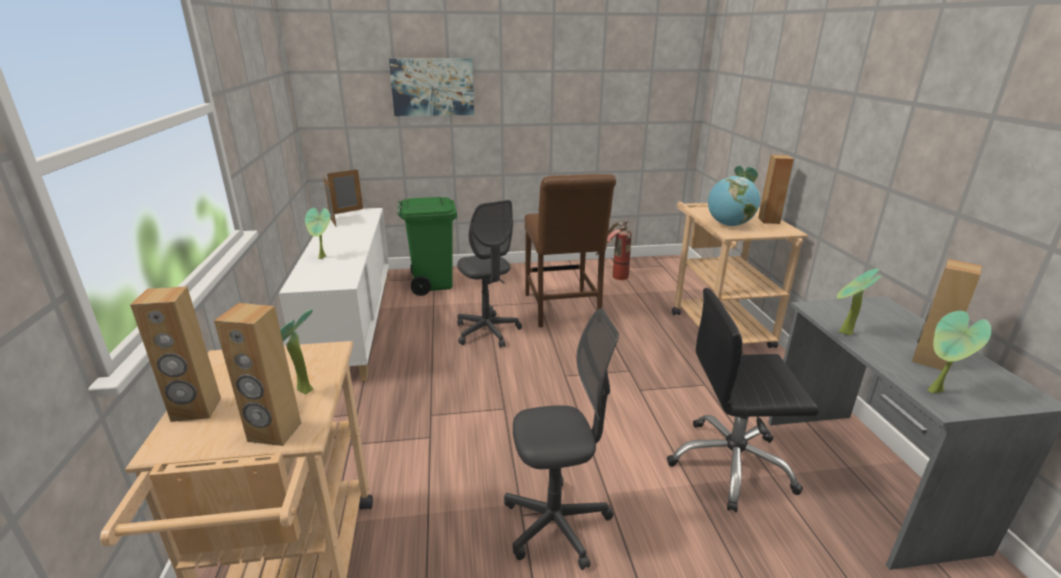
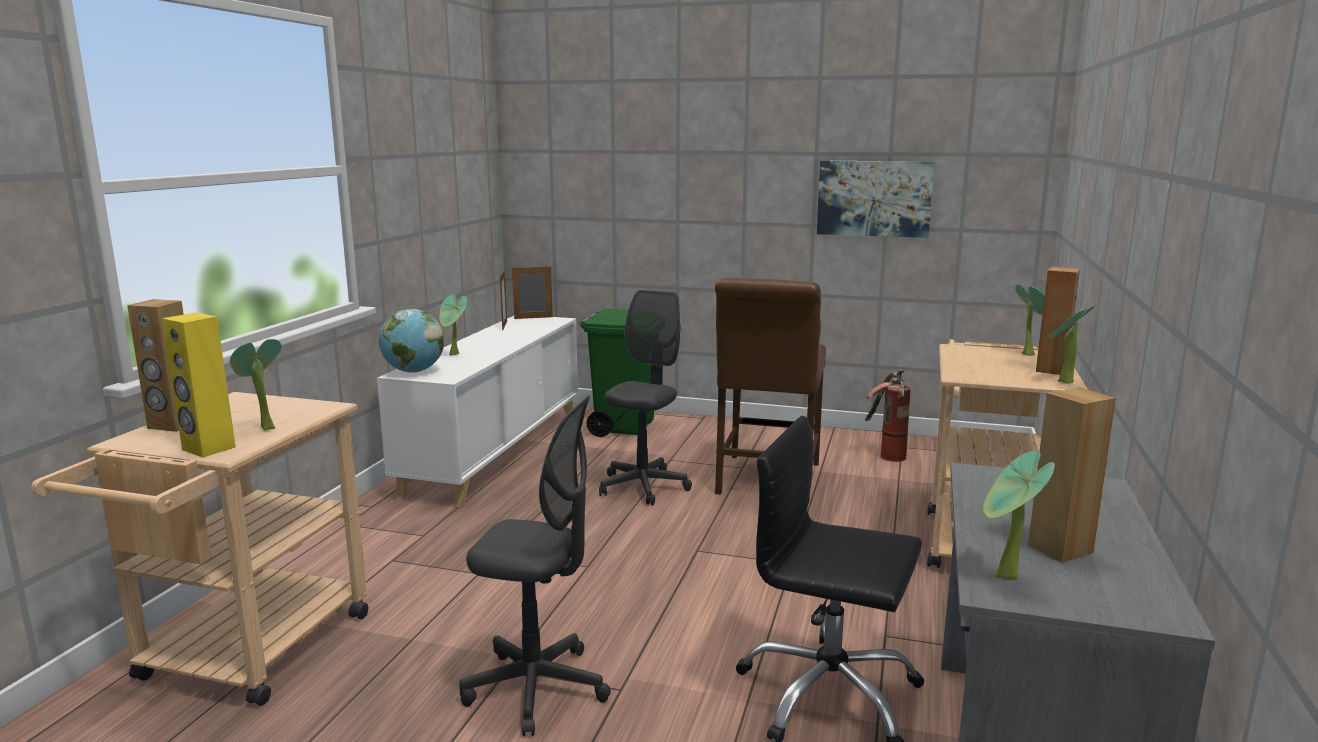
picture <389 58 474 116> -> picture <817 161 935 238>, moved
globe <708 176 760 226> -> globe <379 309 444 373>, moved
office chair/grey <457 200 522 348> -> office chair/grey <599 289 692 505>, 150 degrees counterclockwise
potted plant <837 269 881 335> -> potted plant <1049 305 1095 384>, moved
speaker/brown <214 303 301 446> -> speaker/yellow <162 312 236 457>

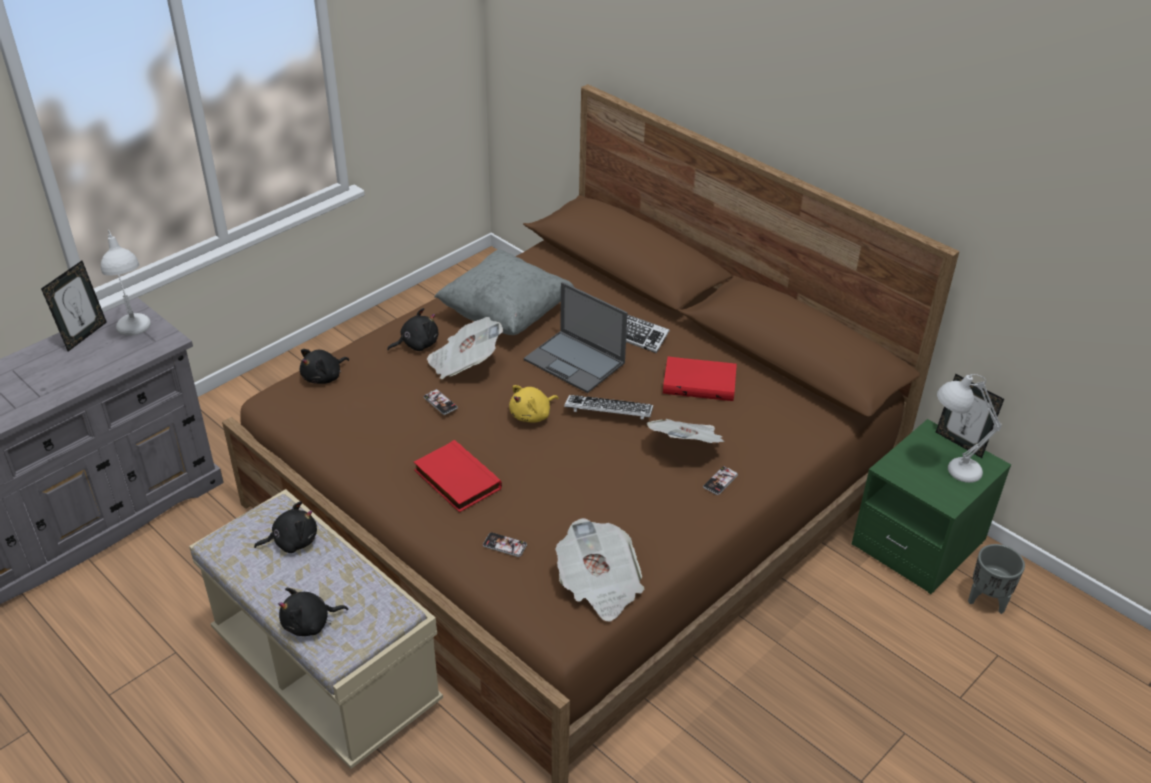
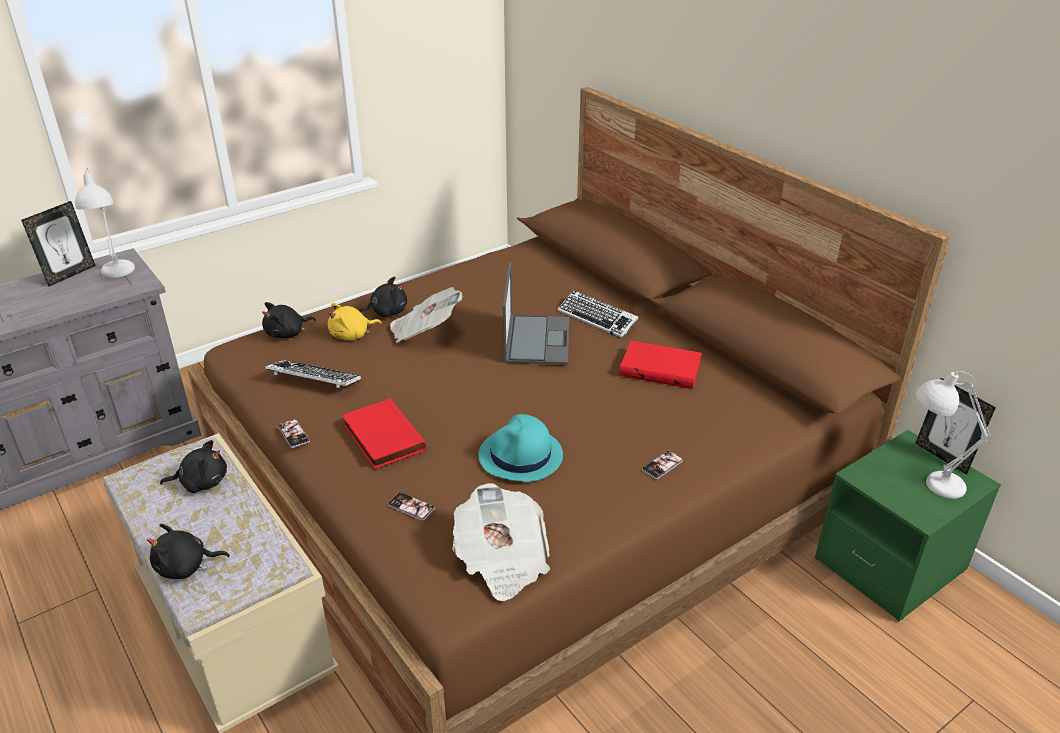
pillow/grey <434 250 574 335> -> none
laptop <524 282 628 393> -> laptop <503 263 569 365>, 135 degrees counterclockwise
plush toy/yellow <509 385 558 423> -> plush toy/yellow <328 303 382 340>, moved
phone <424 389 458 415> -> phone <278 419 310 448>, moved
keyboard <564 395 653 420> -> keyboard <265 360 361 388>, moved
newspaper <647 419 725 443> -> none
planter/grey <968 544 1025 614> -> none
none -> hat/turquoise <478 414 563 482>

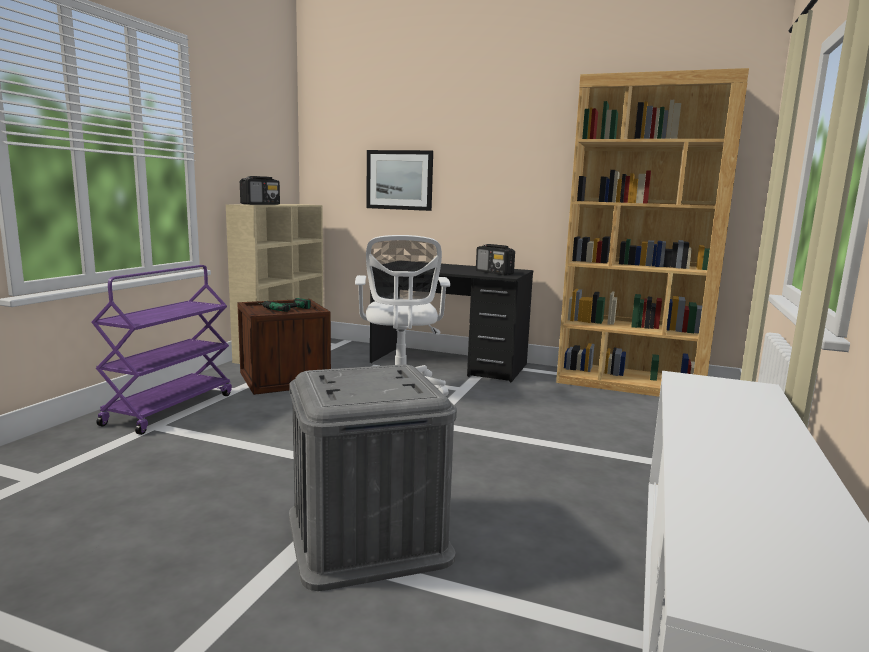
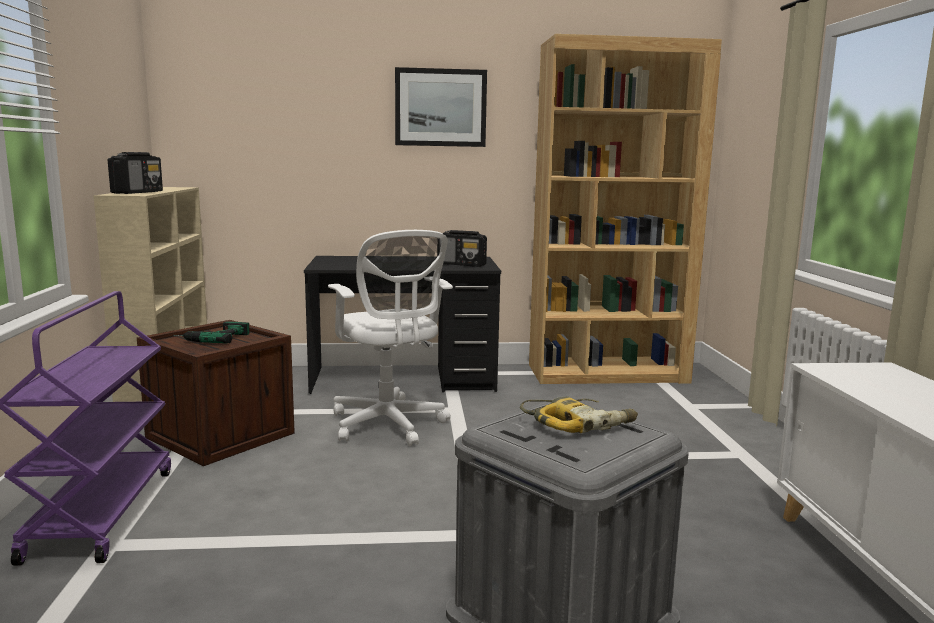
picture <366 150 433 211> -> picture <395 67 487 147>, moved
none -> power drill <520 396 638 433>

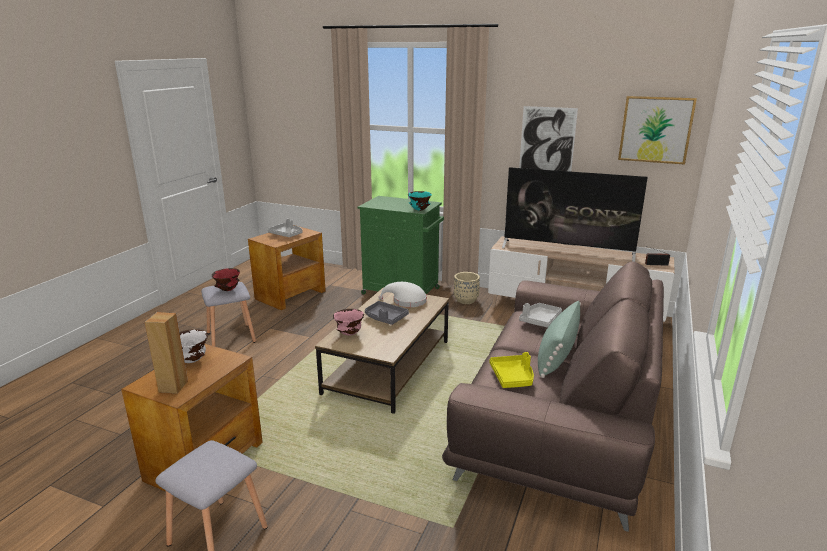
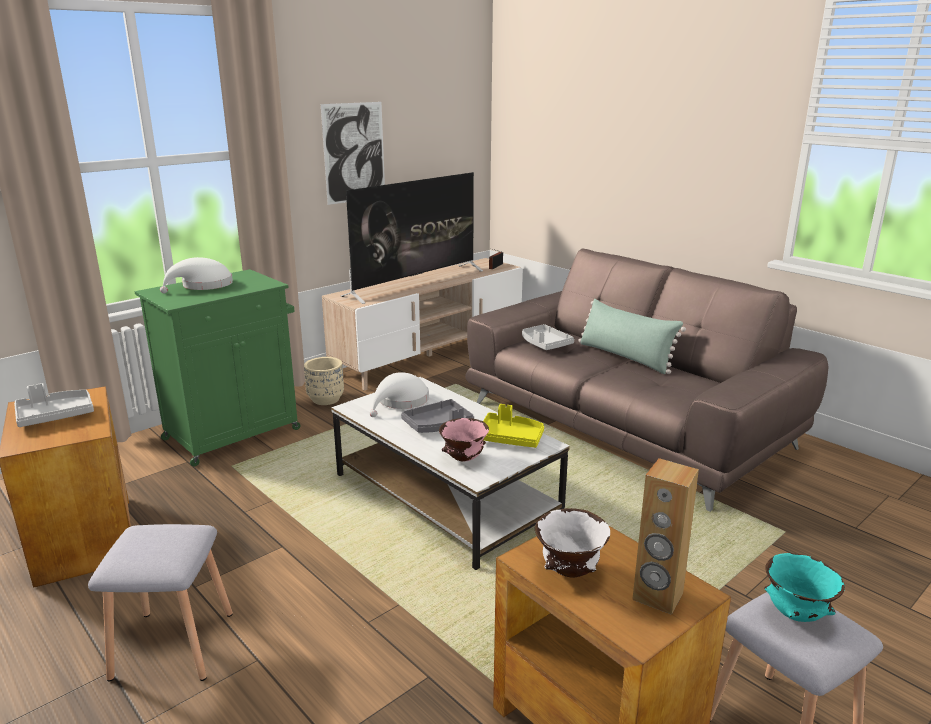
picture <618 96 697 165> -> none
bowl/turquoise <408 191 432 211> -> bowl/turquoise <765 553 845 622>, moved
bowl/red <212 268 240 291> -> none
coffee table/brown <315 287 449 414> -> coffee table/white <331 377 570 570>
tray/yellow <489 352 534 388> -> tray/yellow <483 404 544 448>, moved
none -> hat/white <160 257 233 293>

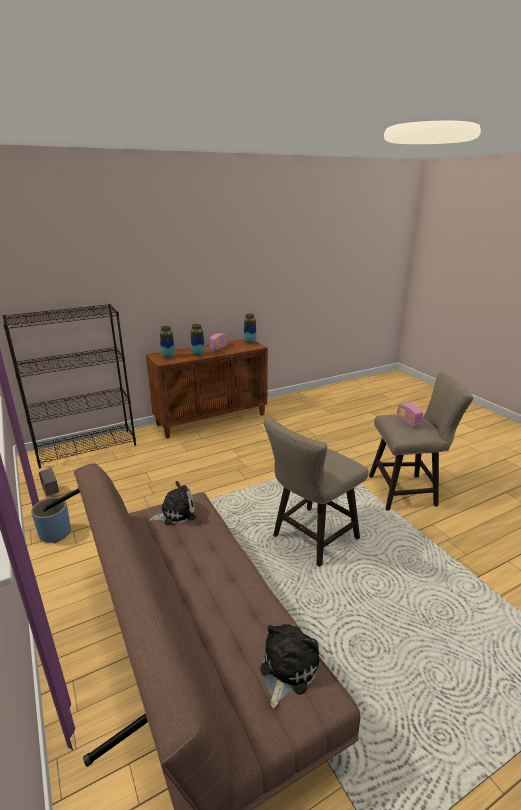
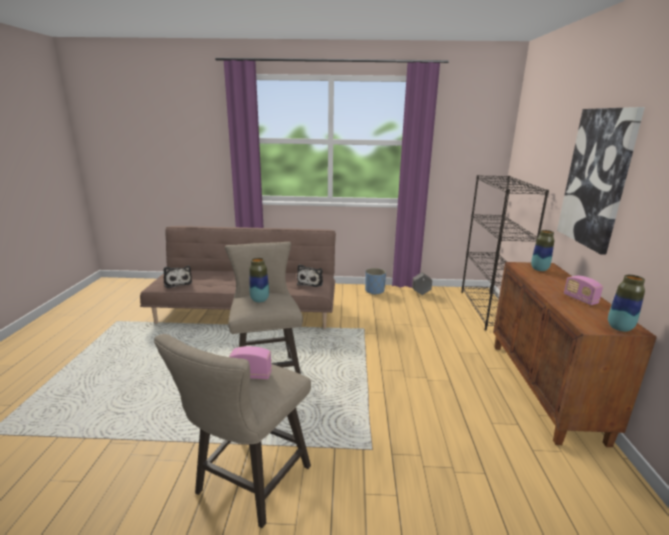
vase <191 324 205 356> -> vase <249 258 269 303>, moved
none -> picture <557 107 645 255>

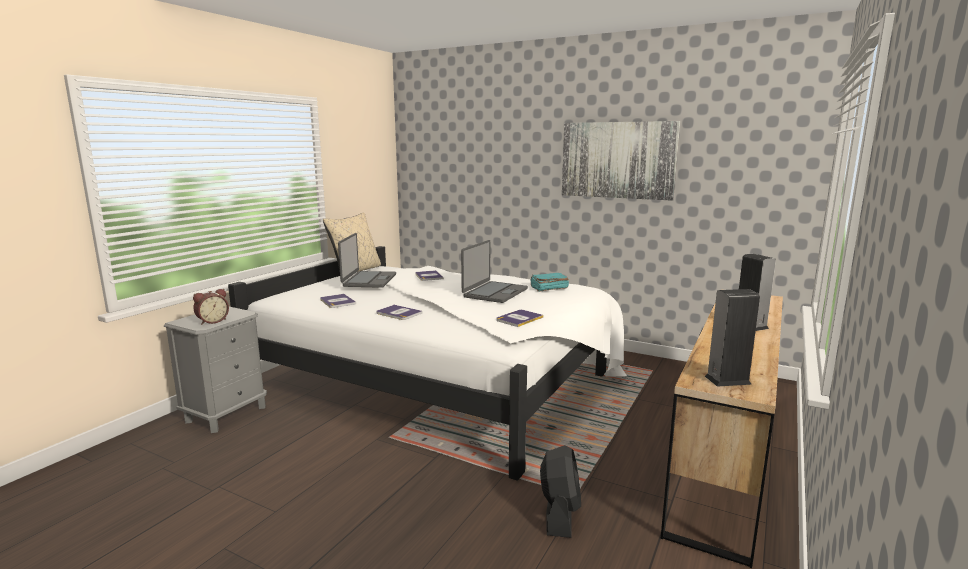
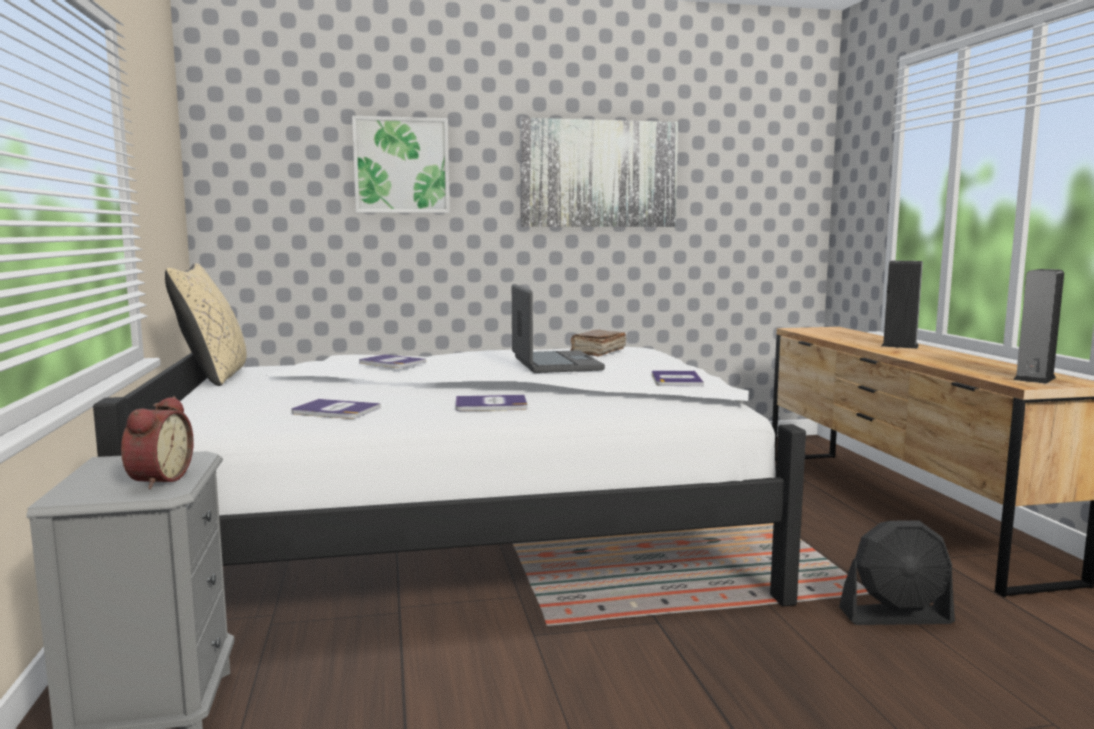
laptop <338 233 396 288> -> none
book/turquoise <530 273 569 292> -> book/brown <570 330 627 356>
fan/black <540 445 581 538> -> fan/black <839 520 955 625>, 120 degrees clockwise
none -> picture <352 116 450 213>

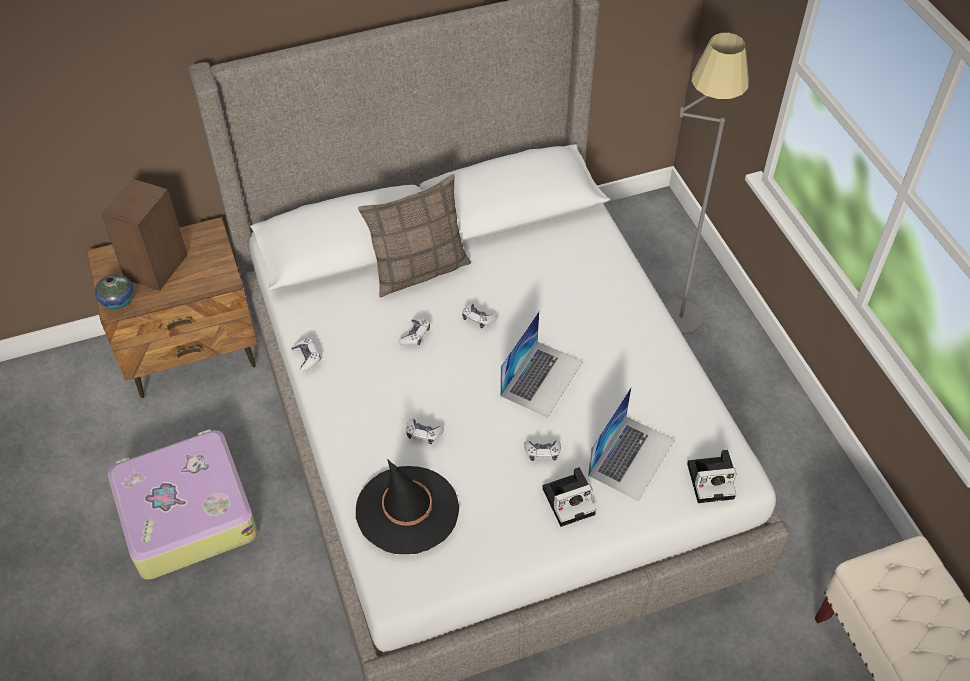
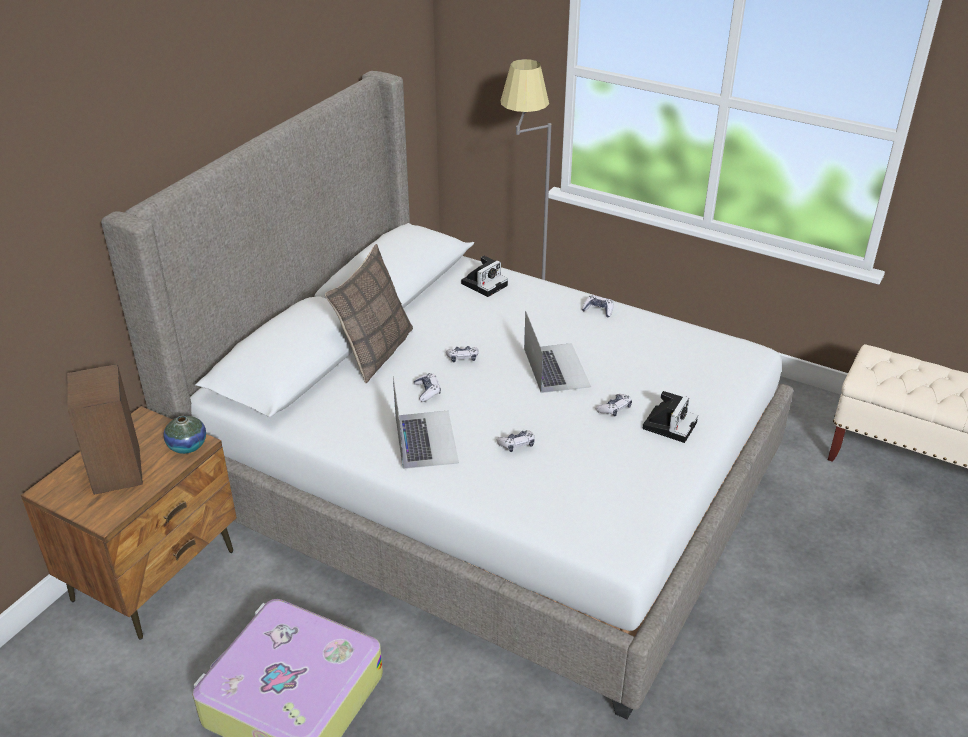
vase <95 274 134 310> -> vase <164 416 206 454>, moved
game controller <291 338 321 372> -> game controller <581 295 614 318>, moved
laptop <588 387 675 501> -> laptop <393 376 459 469>, moved
photo camera <687 450 737 503> -> photo camera <461 256 508 297>, moved
hat/black <356 459 459 554> -> none

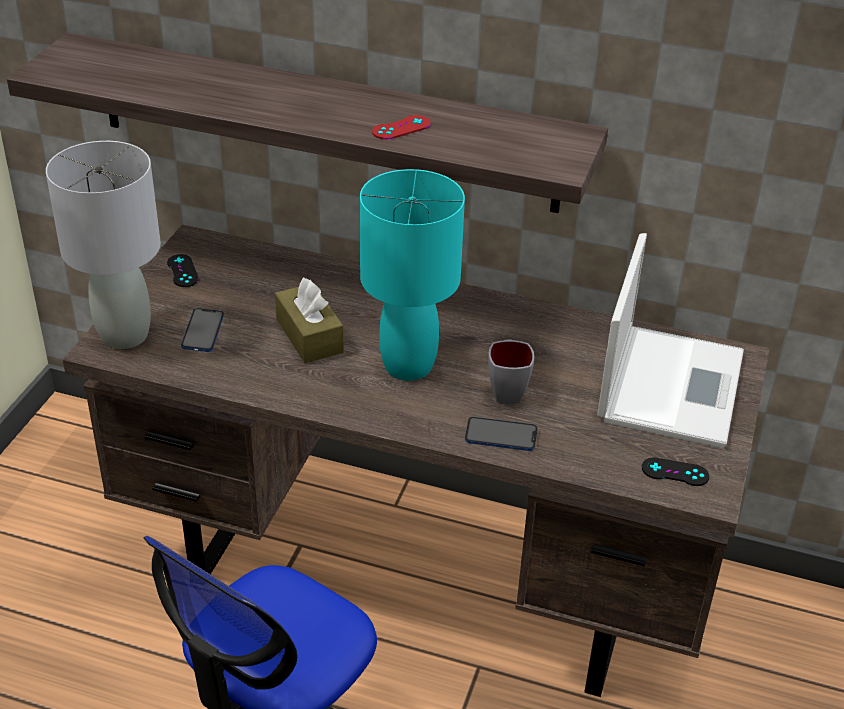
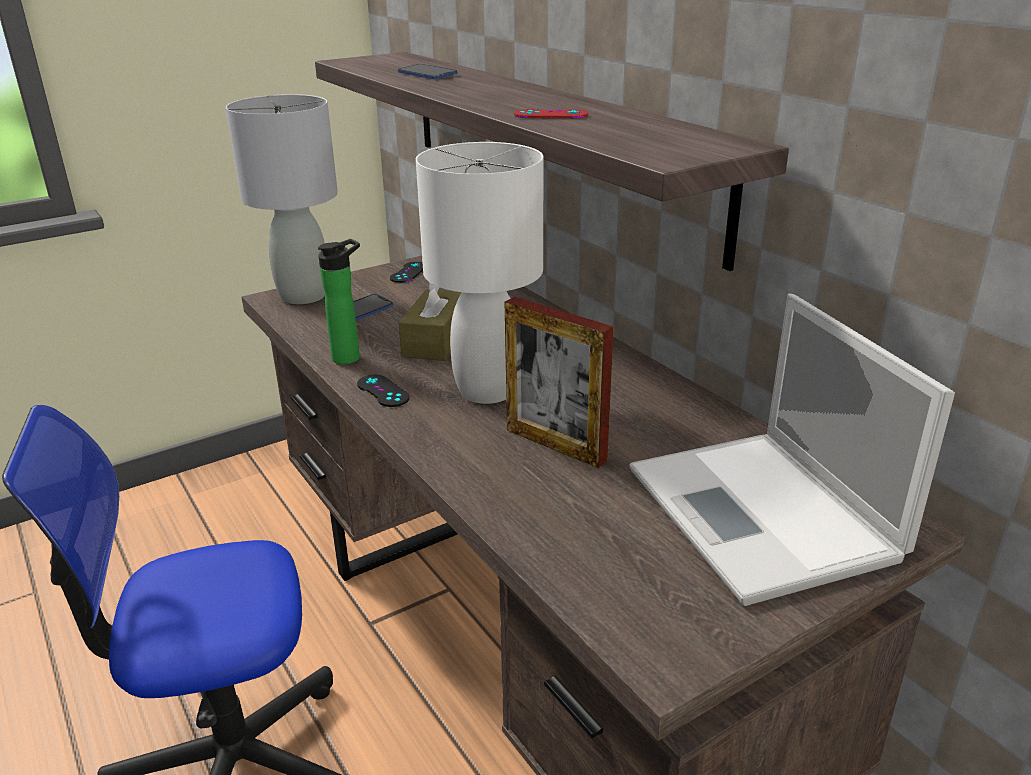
table lamp/turquoise <360 169 465 381> -> table lamp/white <416 142 544 404>
laptop <597 233 744 448> -> laptop <629 294 955 606>, 105 degrees clockwise
mug/grey <488 339 534 404> -> picture frame <505 297 614 468>
phone <465 417 538 451> -> phone <398 64 458 79>, moved
game controller/black <642 457 709 486> -> game controller/black <357 375 410 407>, moved
none -> bottle <318 239 360 364>

